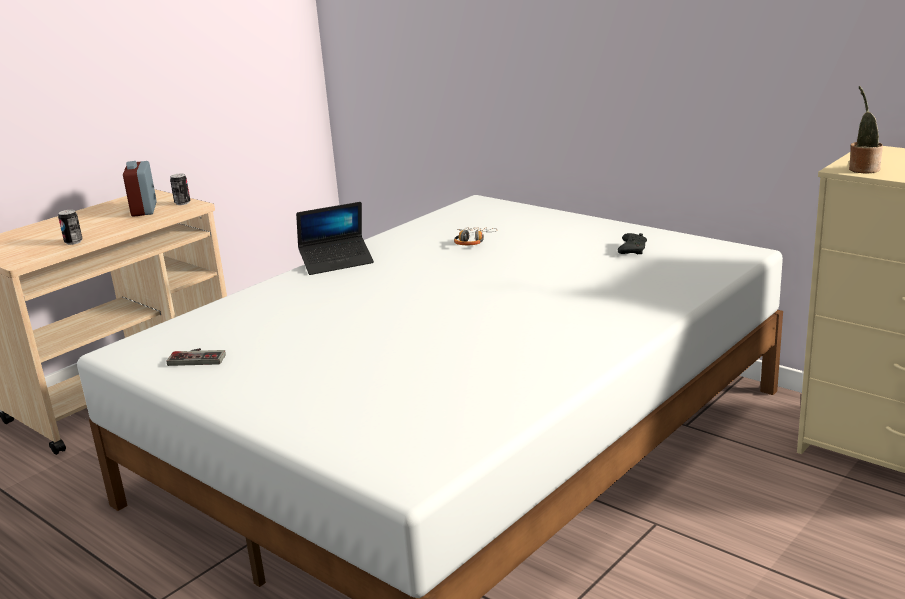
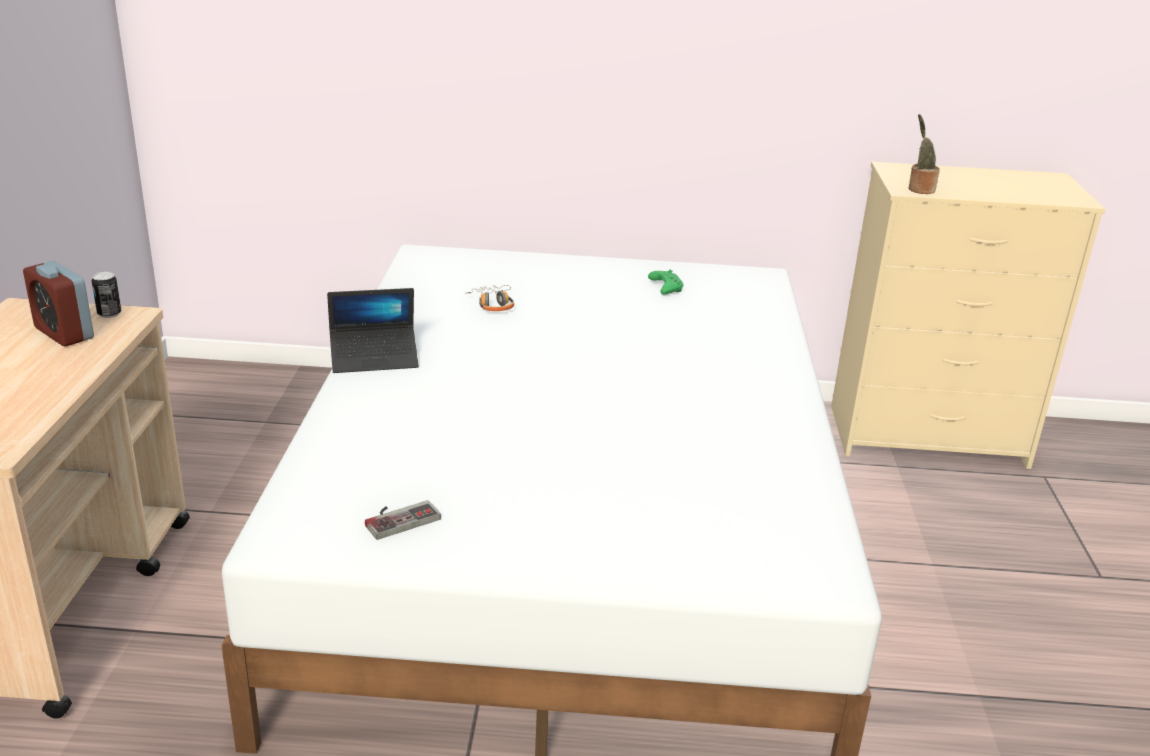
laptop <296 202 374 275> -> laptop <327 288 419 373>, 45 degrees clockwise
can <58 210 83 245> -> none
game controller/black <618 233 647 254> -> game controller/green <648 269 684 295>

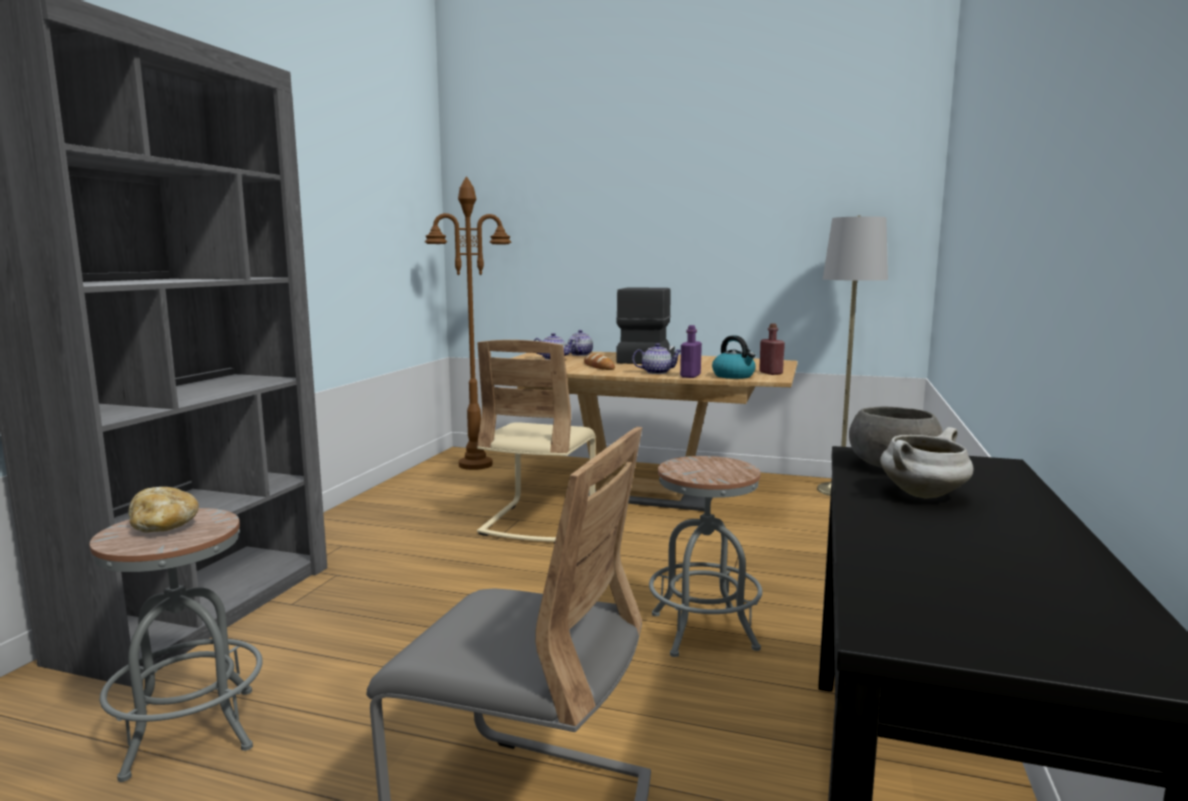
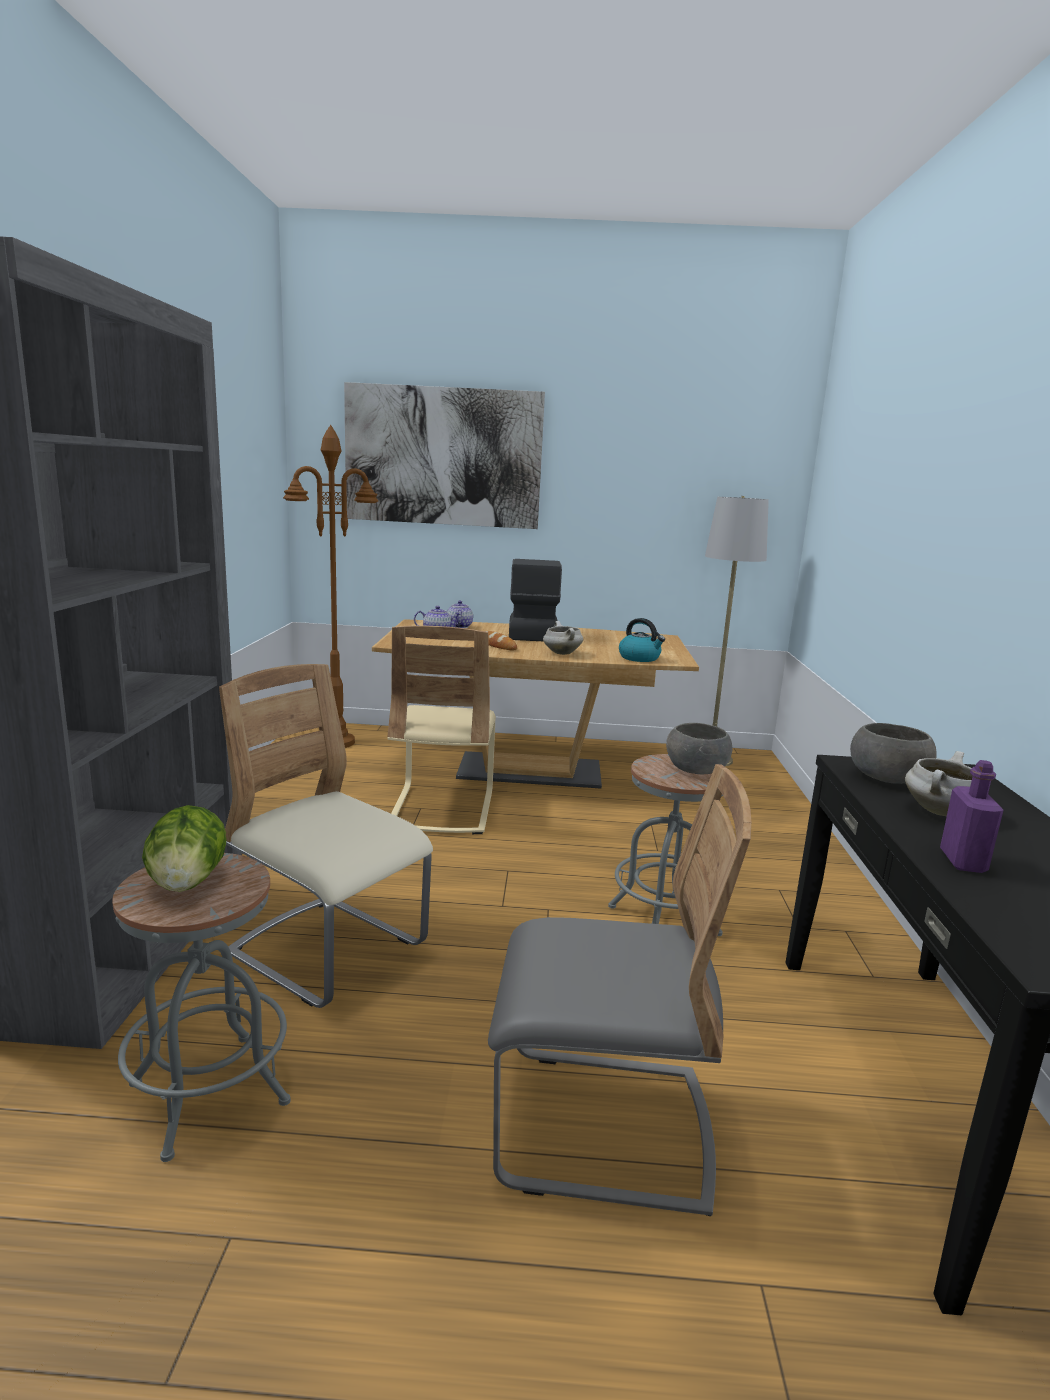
bottle/red <759 323 785 375> -> none
bottle/purple <680 325 702 378> -> bottle/purple <940 760 1003 873>, moved
teapot <632 343 681 374> -> cooking pot/white <543 621 583 655>
bread <128 487 199 533> -> lettuce <142 805 227 892>
none -> picture <344 382 545 529>
none -> chair/beige <219 664 433 1008>
none -> bowl/grey <666 723 732 774>

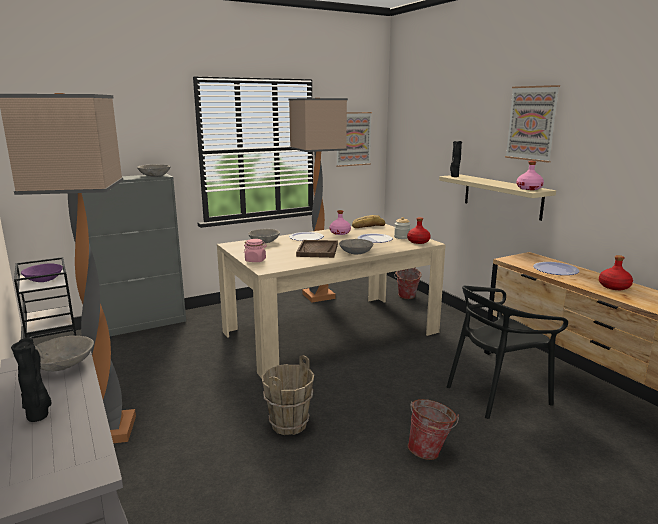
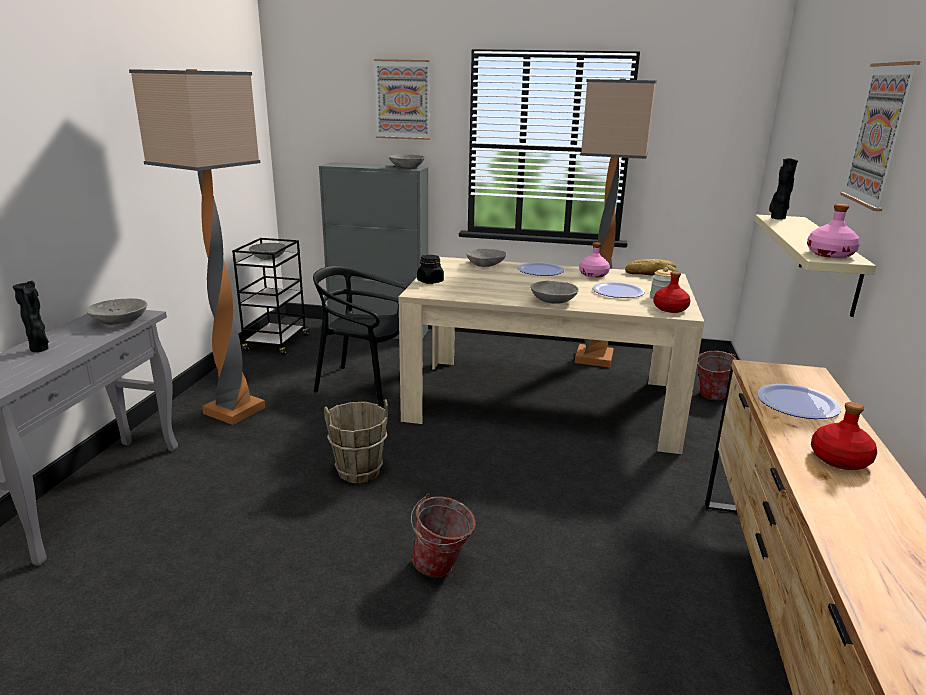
picture <336 112 372 167> -> picture <374 59 430 140>, moved
jar/pink <244 239 267 262> -> jar/black <417 255 444 284>
tray/brown <296 240 338 258> -> none
bowl/purple <21 264 63 282> -> bowl/grey <249 243 286 260>
chair/black <447 286 568 419> -> chair/black <313 266 407 407>, moved

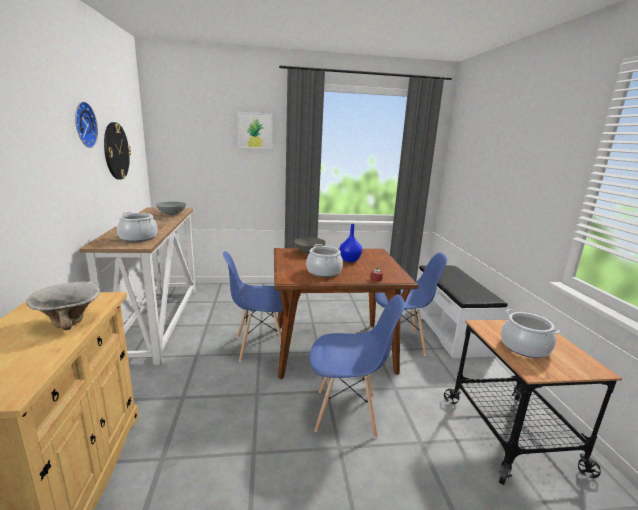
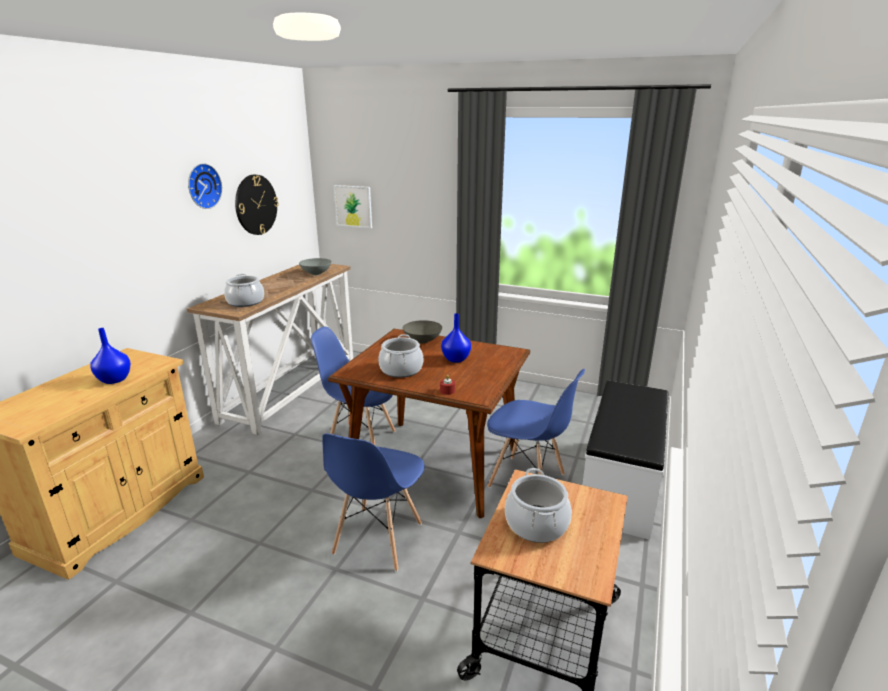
picture <238 112 273 149> -> picture <334 185 372 228>, moved
bowl <26 281 100 330> -> vase/blue <90 328 131 384>
chair/blue <309 295 405 438> -> chair/blue <322 433 425 571>, 75 degrees clockwise

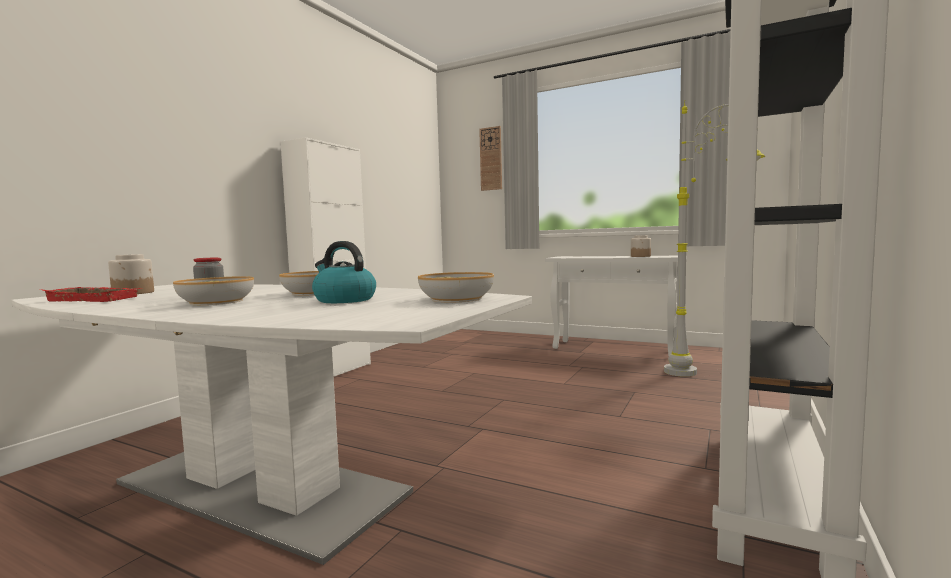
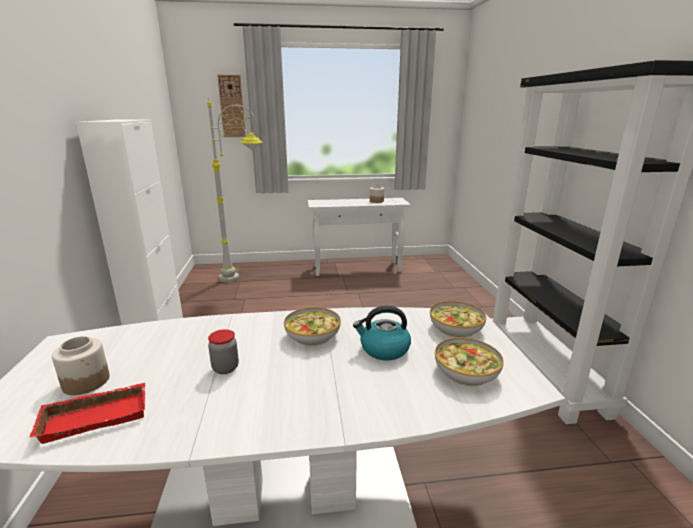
floor lamp/grey <664 100 765 377> -> floor lamp/grey <207 97 263 282>, moved
bowl <173 276 254 305> -> bowl <435 338 504 386>, moved

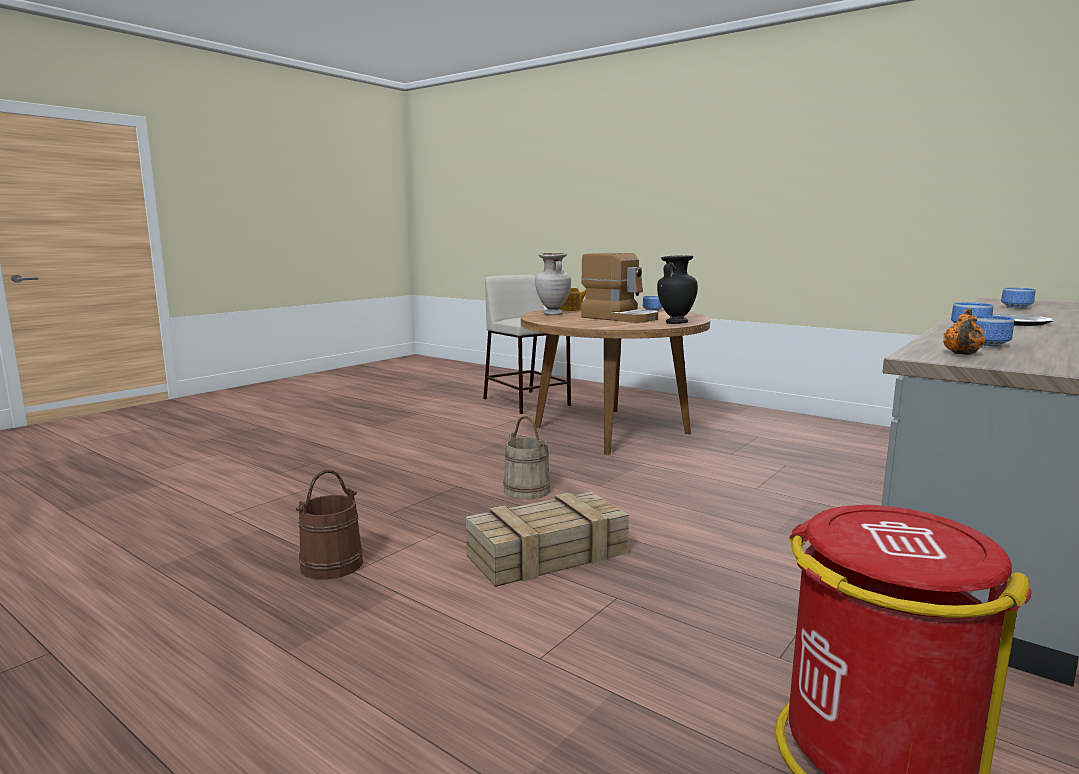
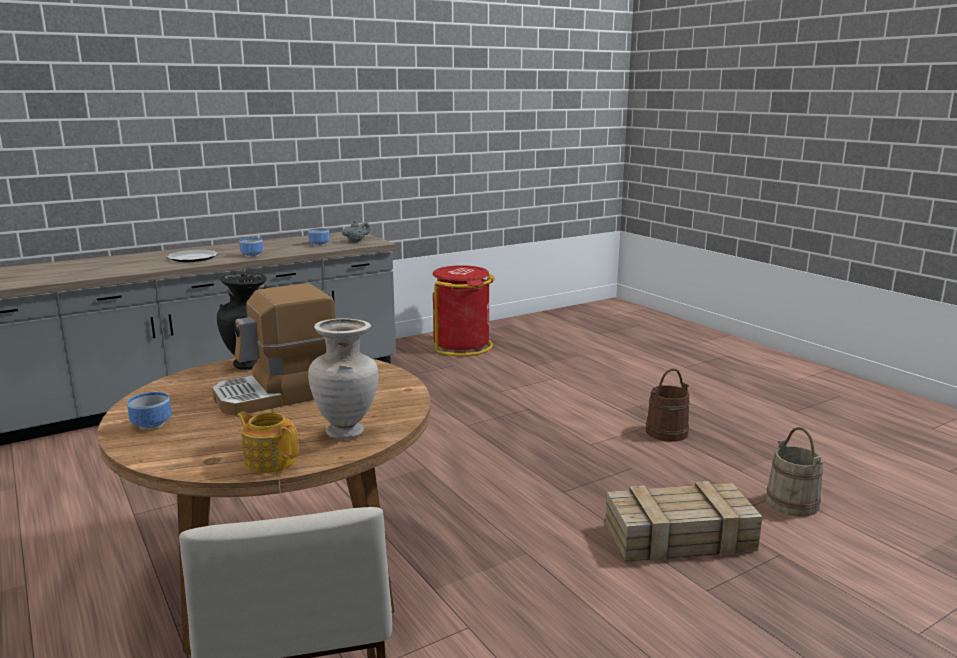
coffee machine <581 253 658 323> -> coffee machine <212 283 336 416>, 90 degrees counterclockwise
bowl <1001 288 1036 309> -> none
teapot/orange <943 308 985 355> -> teapot/grey <342 220 370 243>
bucket/beige <503 416 551 500> -> bucket/beige <766 427 823 516>, moved
crate <466 492 629 587> -> crate <605 481 762 562>, moved

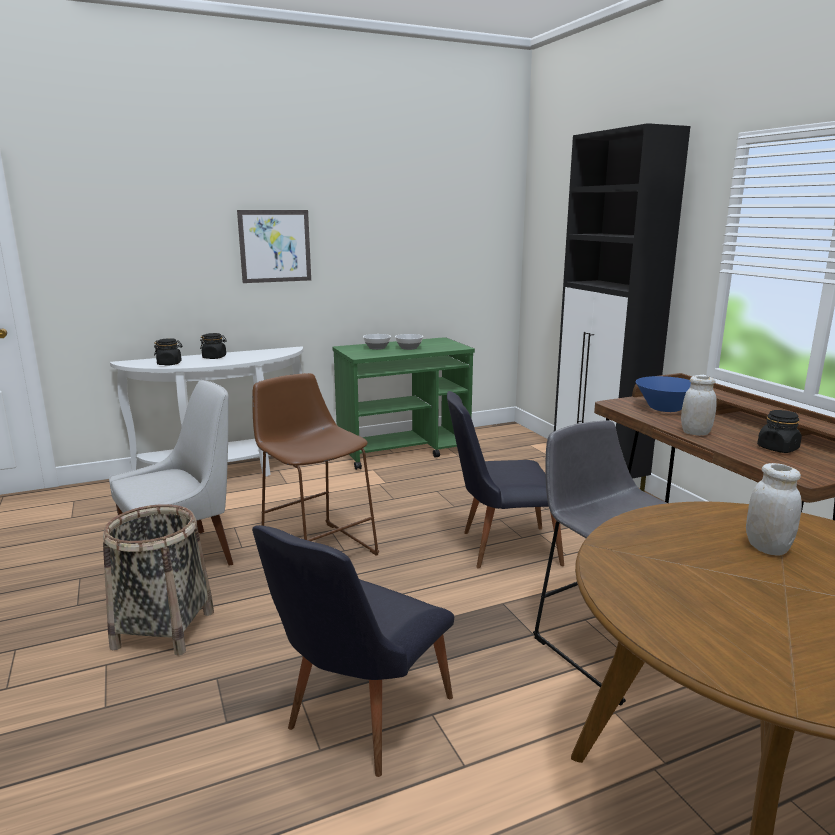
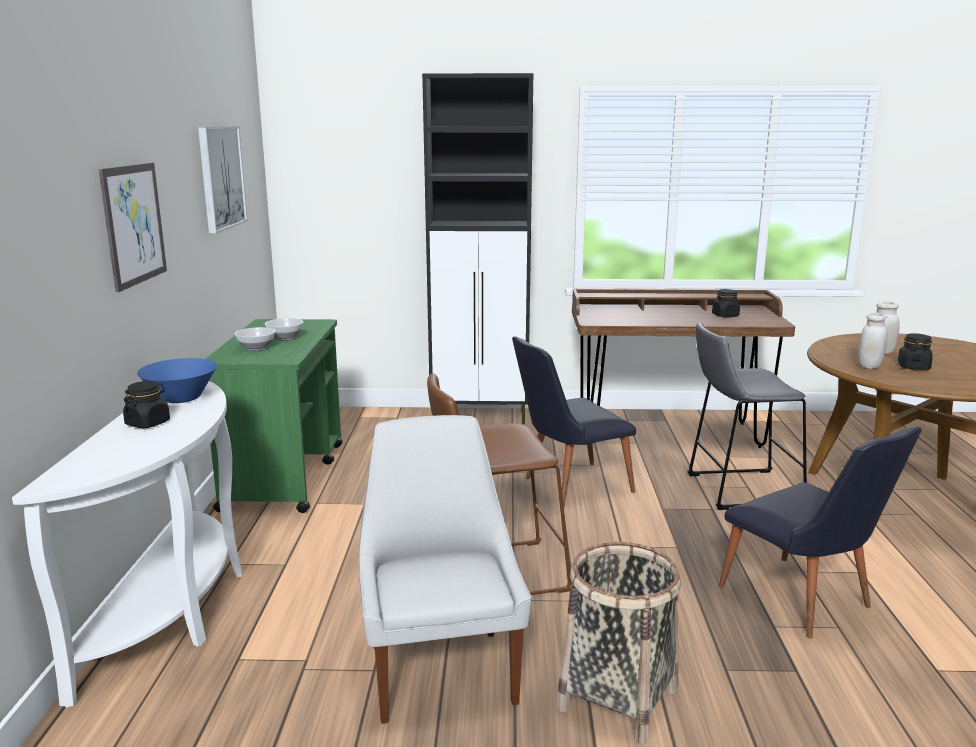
jar/black <154 338 182 365> -> jar/black <898 333 933 370>, moved
bowl/blue <636 376 691 412> -> bowl/blue <137 358 217 403>, moved
jar/white <681 376 717 436> -> jar/white <858 313 887 369>, moved
chair/black <447 391 564 569> -> chair/black <512 337 636 506>, 45 degrees clockwise
none -> picture <198 127 248 234>

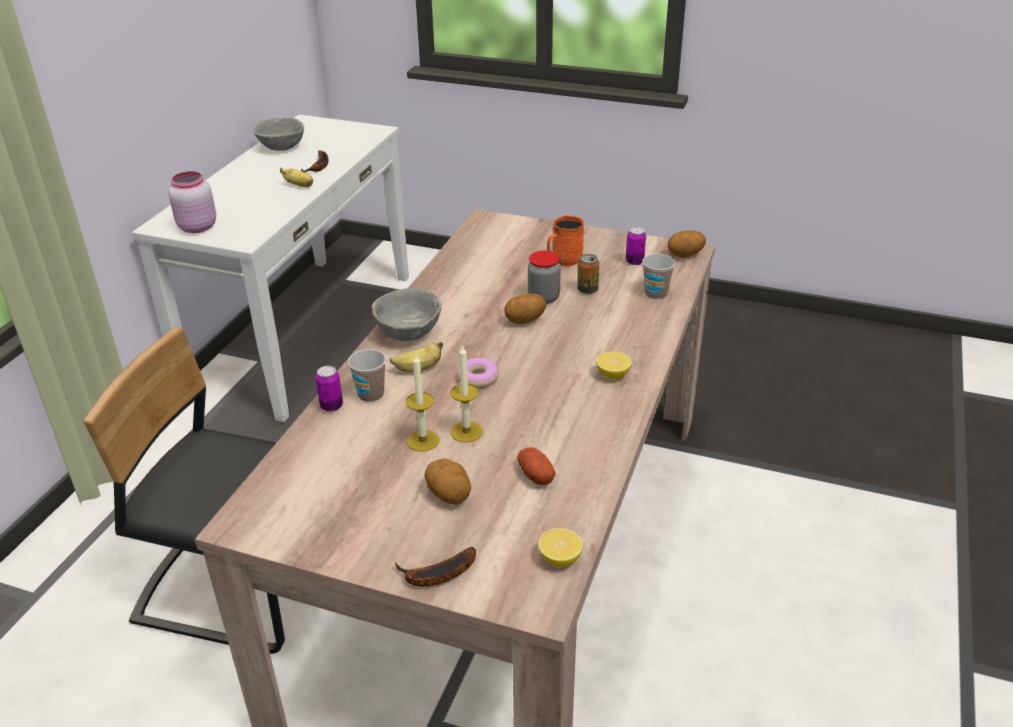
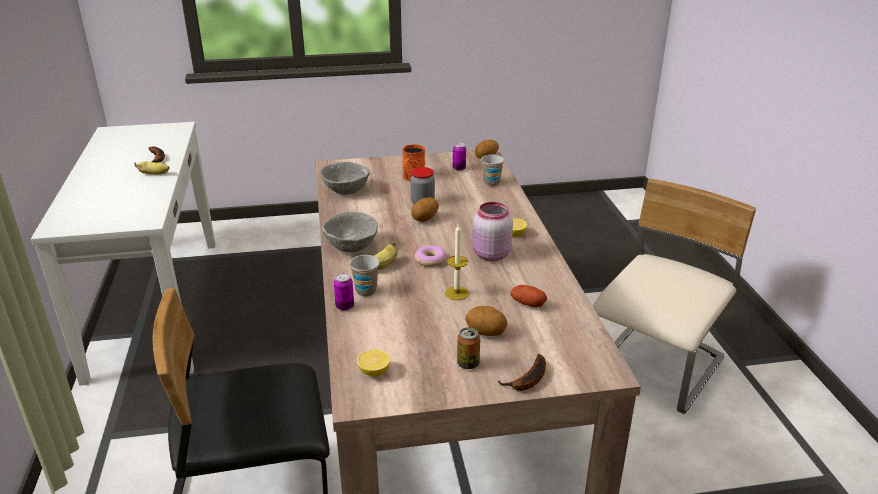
bowl/grey <253 117 304 151> -> bowl/grey <320 162 370 195>, moved
jar/pink <168 171 216 233> -> jar/pink <472 202 513 261>, moved
can <577 254 599 294> -> can <457 327 480 369>, moved
candle <406 354 440 452> -> none
lemon <538 528 583 567> -> lemon <357 349 391 377>, moved
none -> chair/beige <593 179 756 414>

